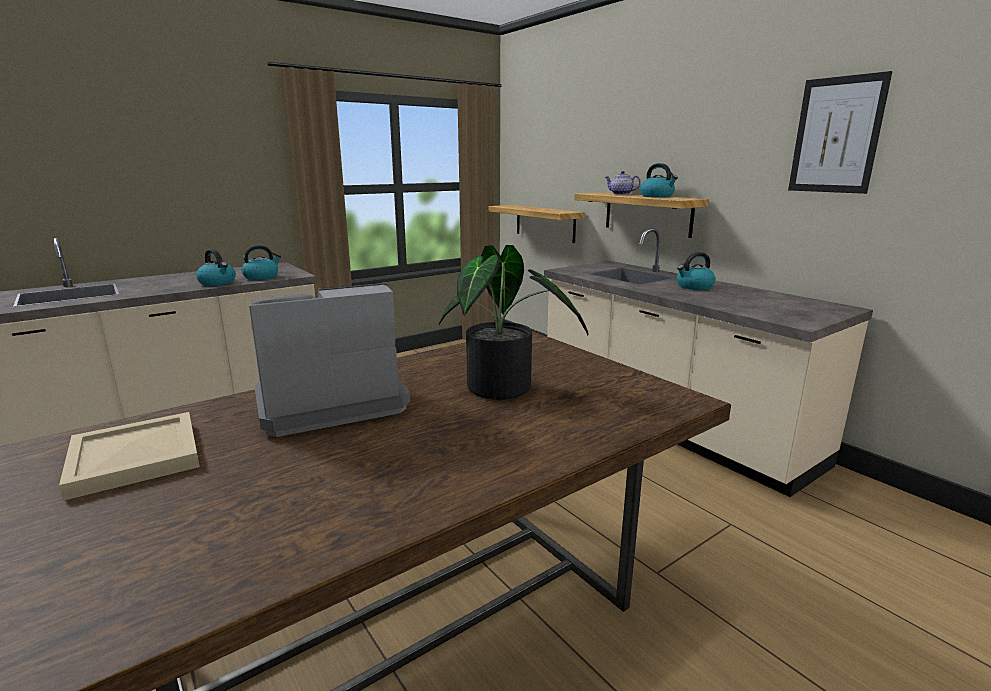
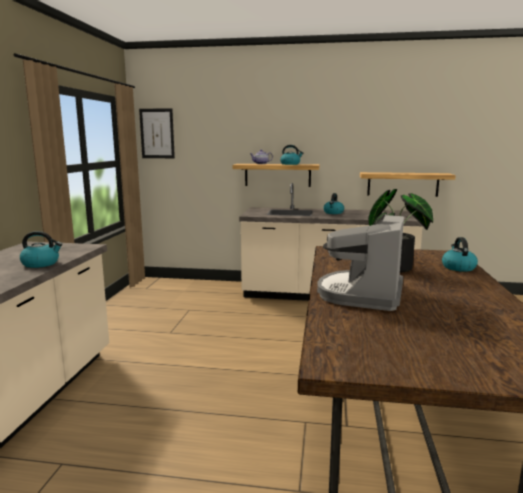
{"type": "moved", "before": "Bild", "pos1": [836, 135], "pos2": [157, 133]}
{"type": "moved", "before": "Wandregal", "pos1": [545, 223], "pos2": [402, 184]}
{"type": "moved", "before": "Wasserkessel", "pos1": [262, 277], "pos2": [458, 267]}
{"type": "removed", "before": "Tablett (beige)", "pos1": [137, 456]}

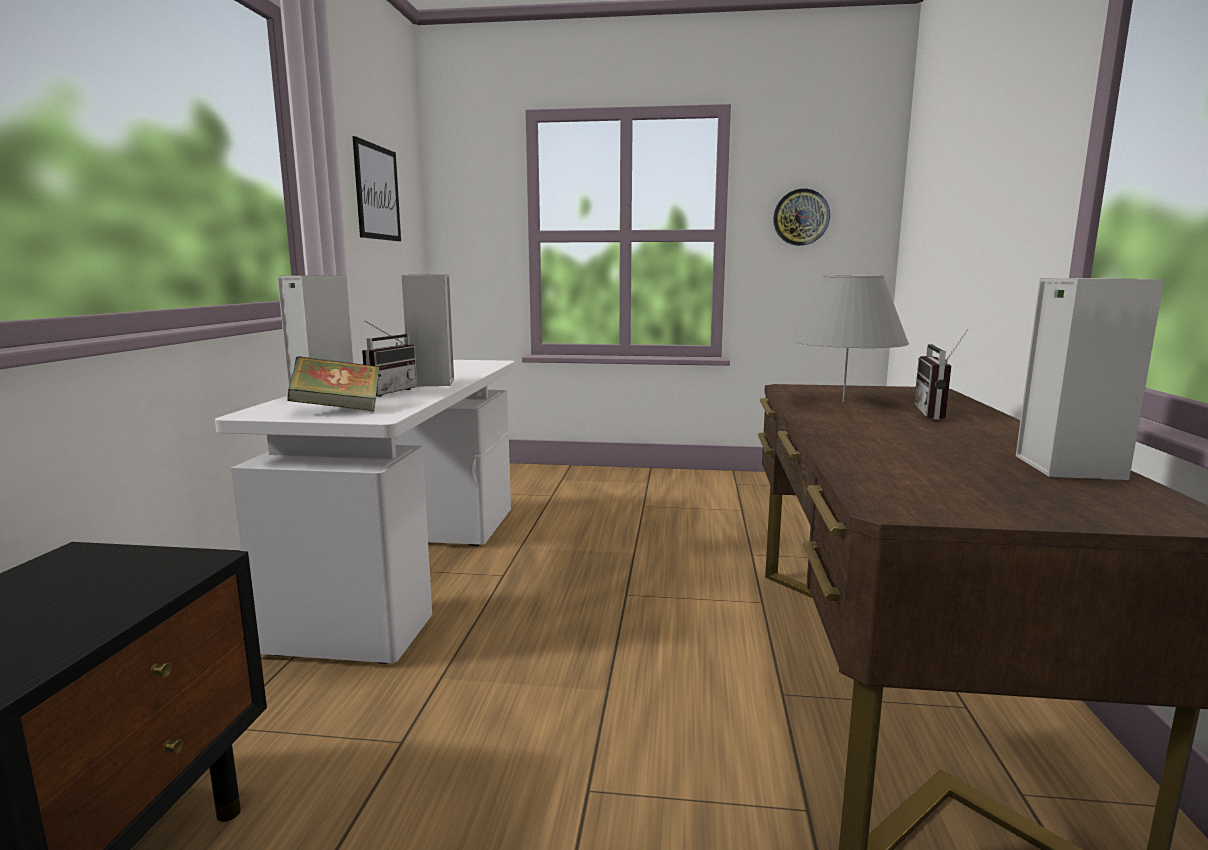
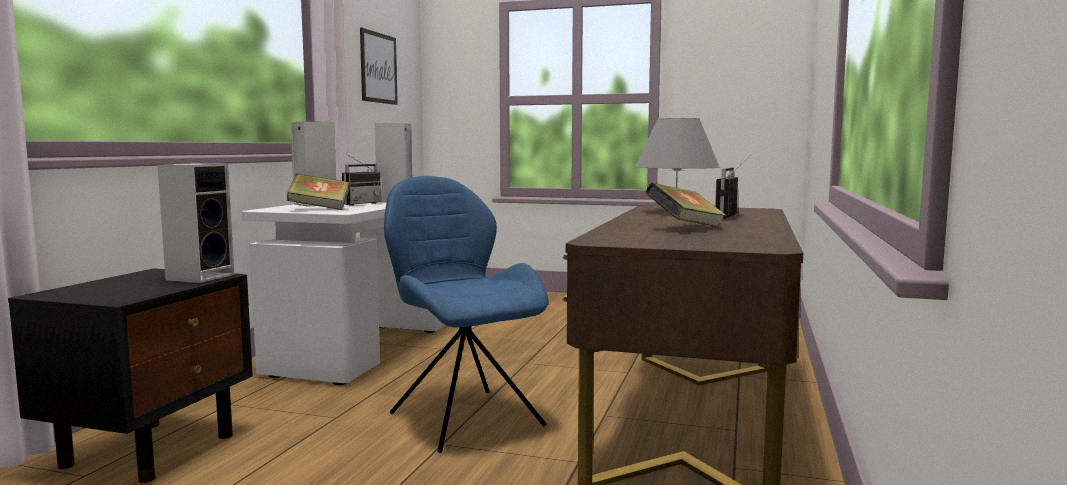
{"type": "moved", "before": "Lautsprecher", "pos1": [1064, 466], "pos2": [201, 277]}
{"type": "added", "after": "Stuhl (blau)", "pos2": [463, 417]}
{"type": "added", "after": "Buch", "pos2": [685, 228]}
{"type": "removed", "before": "Wanduhr", "pos1": [801, 217]}

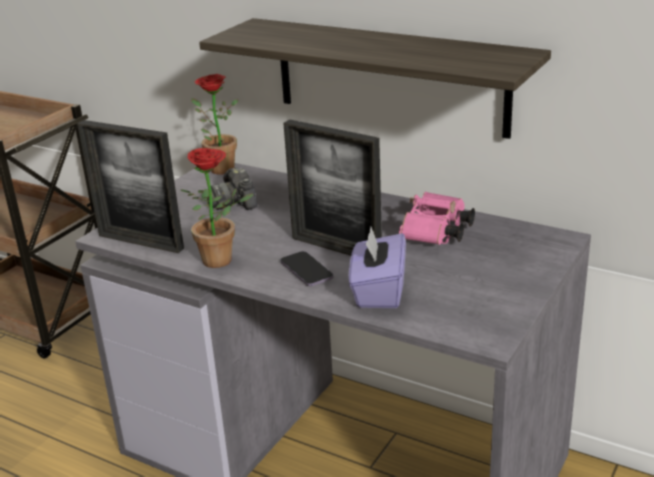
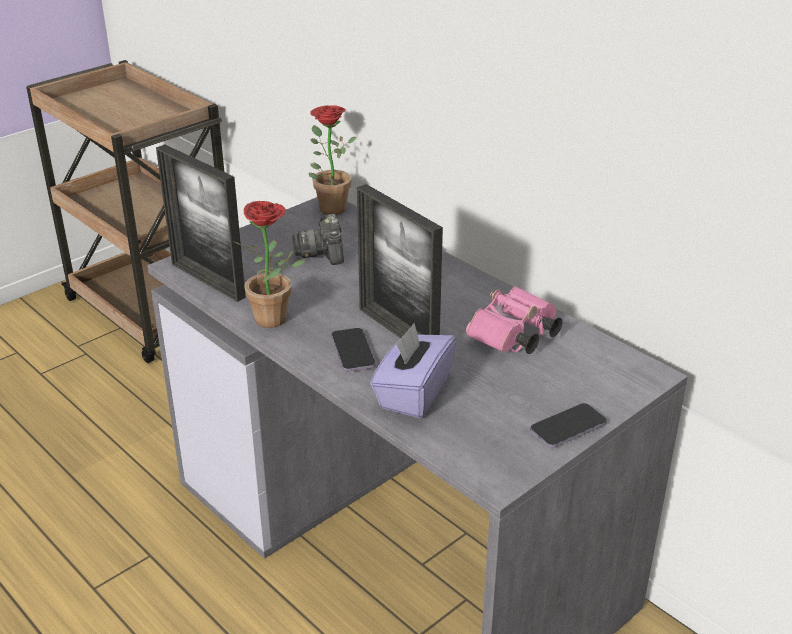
{"type": "added", "after": "Handy", "pos2": [568, 428]}
{"type": "removed", "before": "Wandregal", "pos1": [389, 76]}

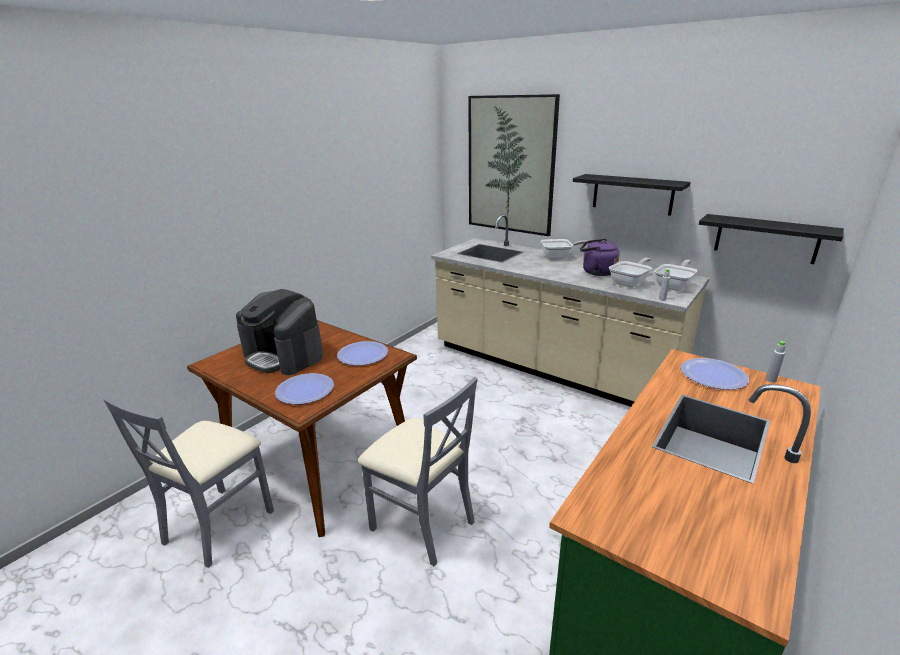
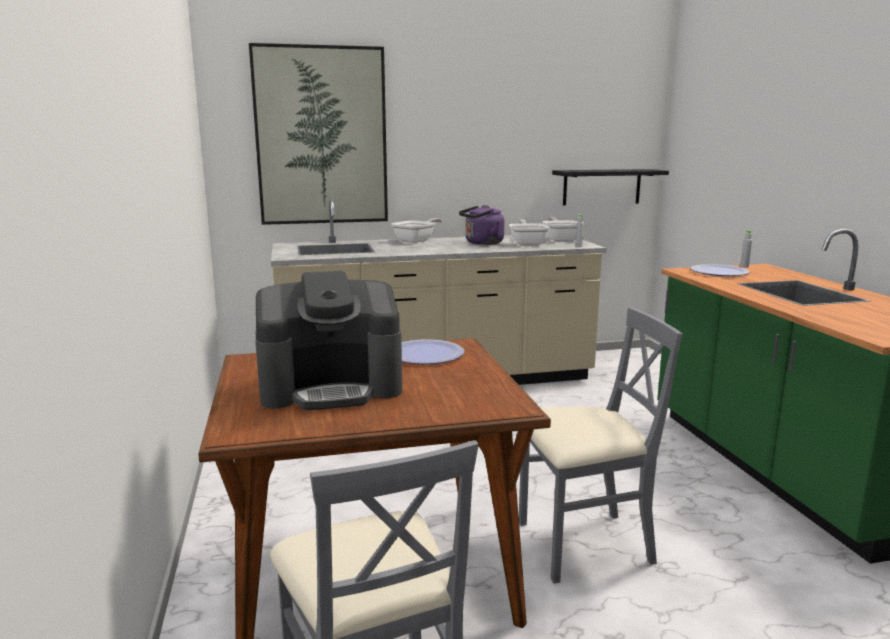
{"type": "removed", "before": "Teller", "pos1": [305, 390]}
{"type": "removed", "before": "Wandregal (schwarz)", "pos1": [632, 194]}

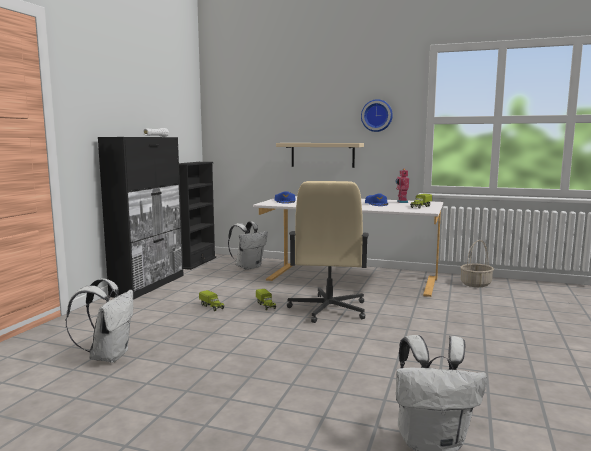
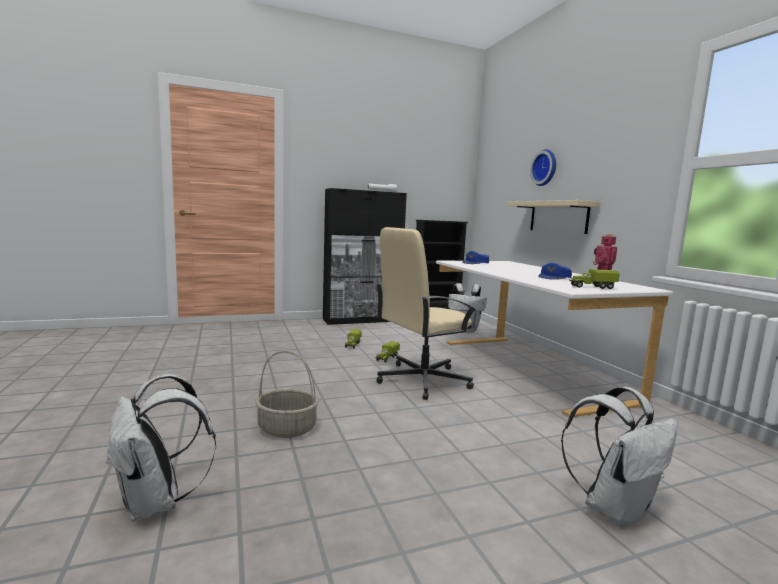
{"type": "moved", "before": "Korb", "pos1": [476, 284], "pos2": [286, 428]}
{"type": "moved", "before": "Wanduhr", "pos1": [377, 115], "pos2": [545, 168]}
{"type": "moved", "before": "Rucksack (weiß)", "pos1": [108, 356], "pos2": [614, 508]}

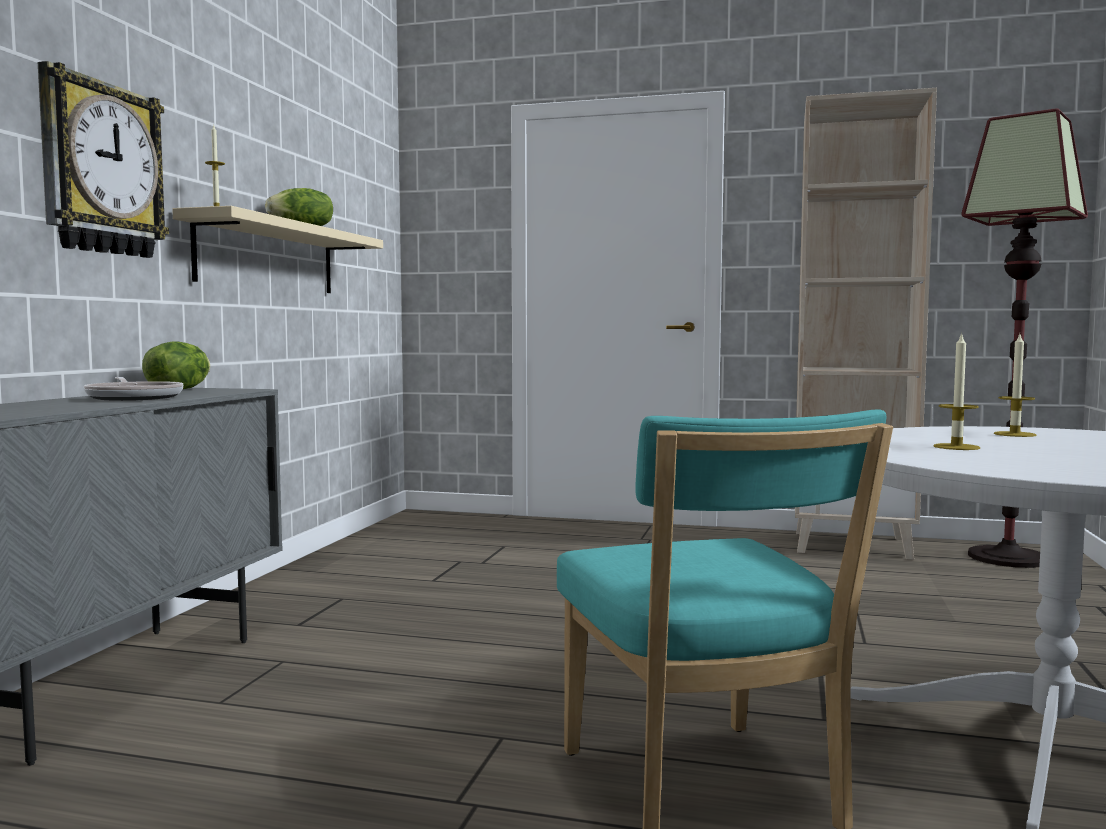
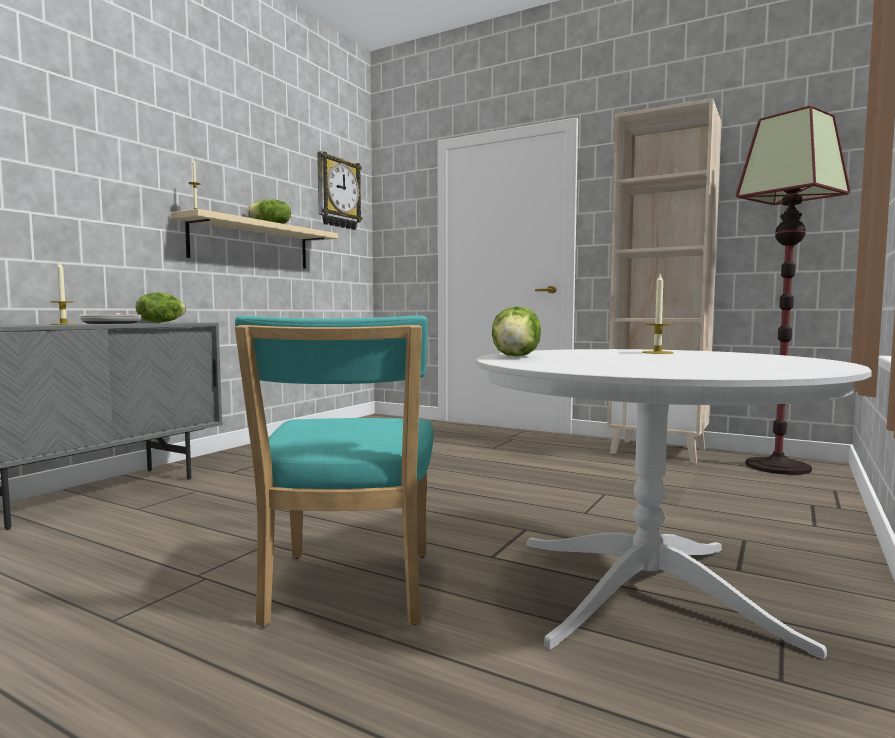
{"type": "moved", "before": "Kerze", "pos1": [956, 447], "pos2": [63, 324]}
{"type": "moved", "before": "Wanduhr", "pos1": [100, 169], "pos2": [337, 193]}
{"type": "added", "after": "Salatkopf", "pos2": [517, 356]}

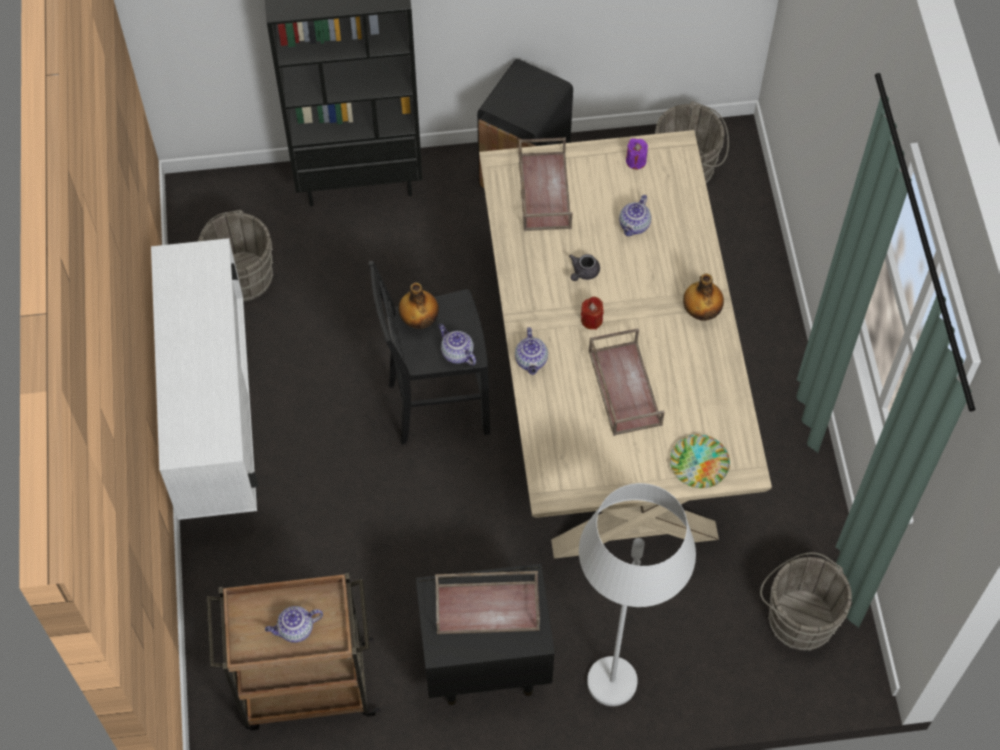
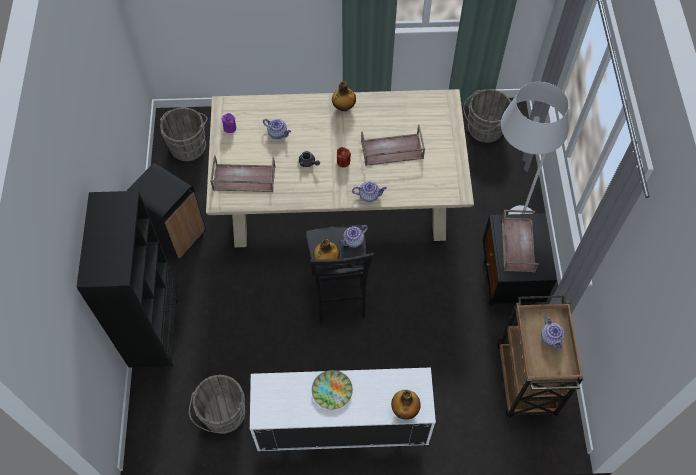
{"type": "moved", "before": "Teller", "pos1": [698, 463], "pos2": [332, 391]}
{"type": "added", "after": "Flasche", "pos2": [405, 409]}

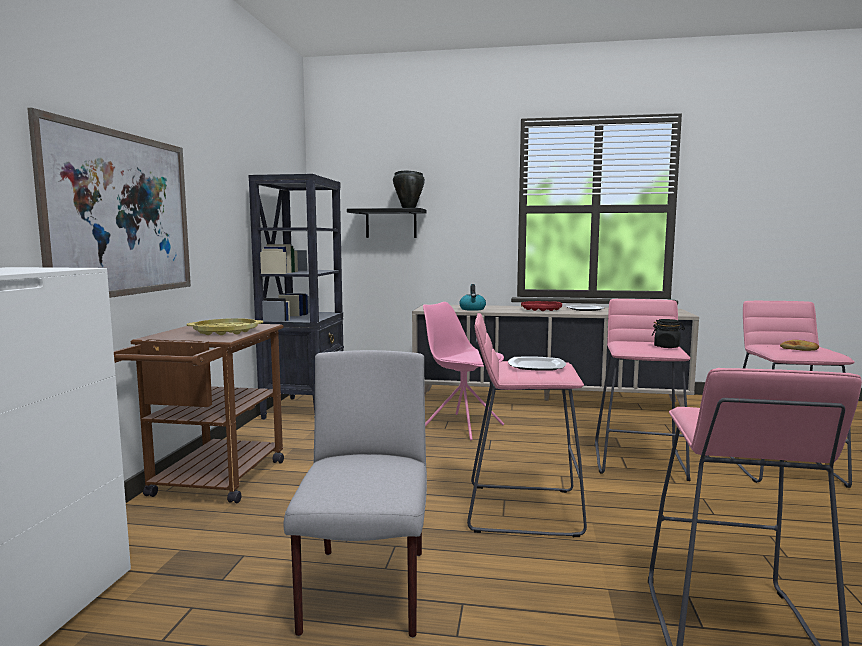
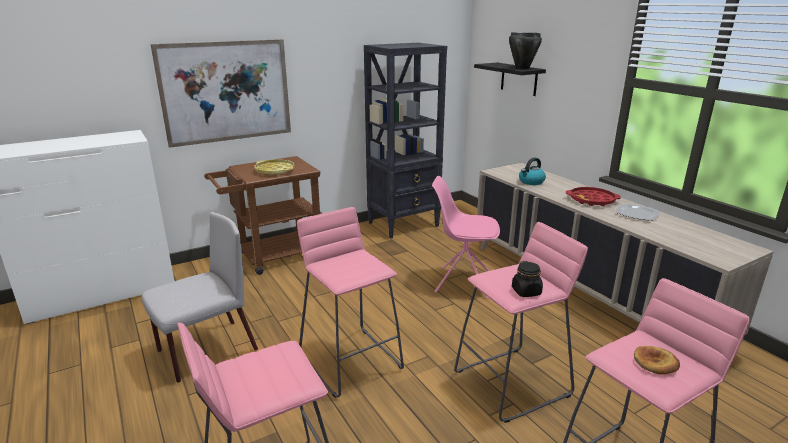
{"type": "turned", "before": "Stuhl (rosa)", "pos1": [462, 426], "pos2": [462, 282], "turn": -75}
{"type": "removed", "before": "Teller", "pos1": [536, 366]}

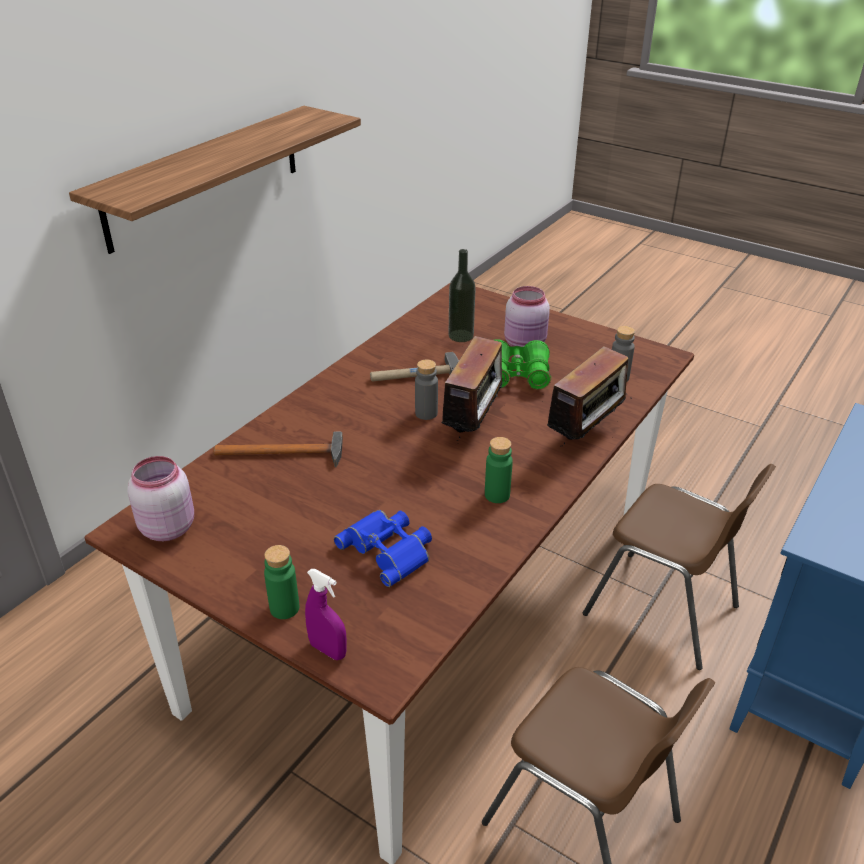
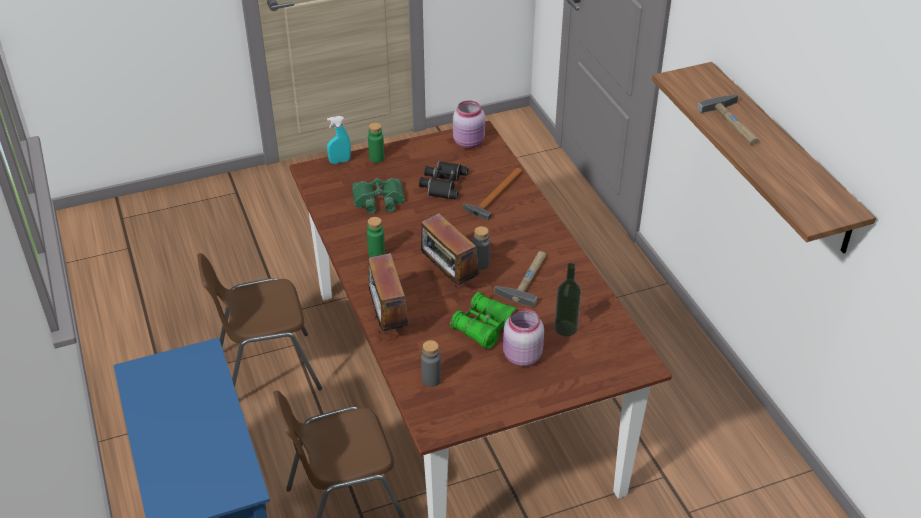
{"type": "recoloured", "before": "Sprühflasche (lila)", "after": "Sprühflasche (türkis)", "pos1": [328, 650], "pos2": [340, 161]}
{"type": "recoloured", "before": "Fernglas (blau)", "after": "Fernglas (grün)", "pos1": [389, 549], "pos2": [378, 200]}
{"type": "added", "after": "Fernglas (schwarz)", "pos2": [442, 183]}
{"type": "added", "after": "Hammer", "pos2": [734, 123]}

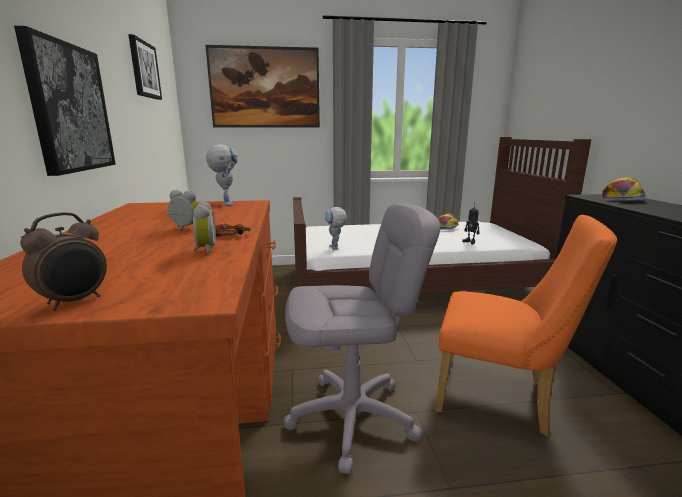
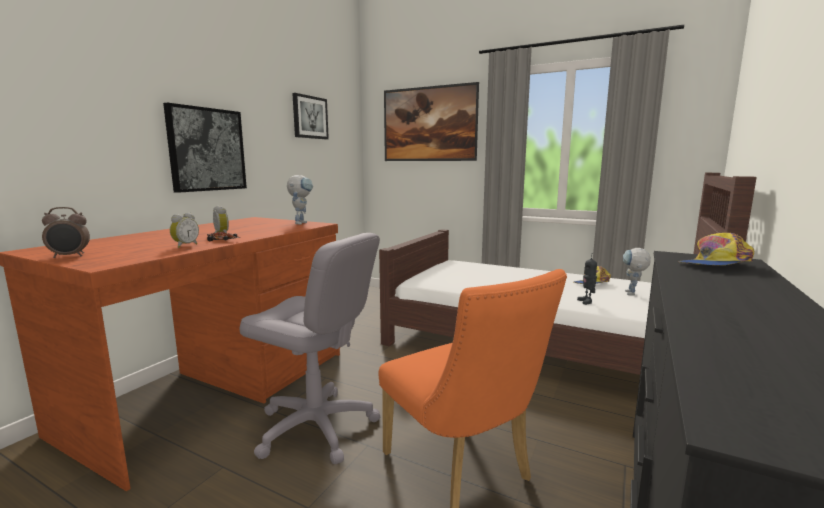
{"type": "moved", "before": "Spielzeugroboter", "pos1": [335, 248], "pos2": [632, 294]}

